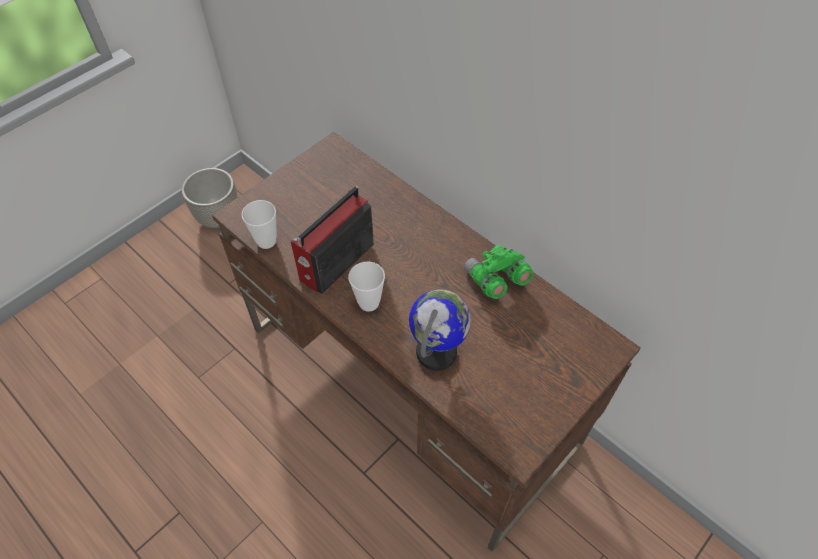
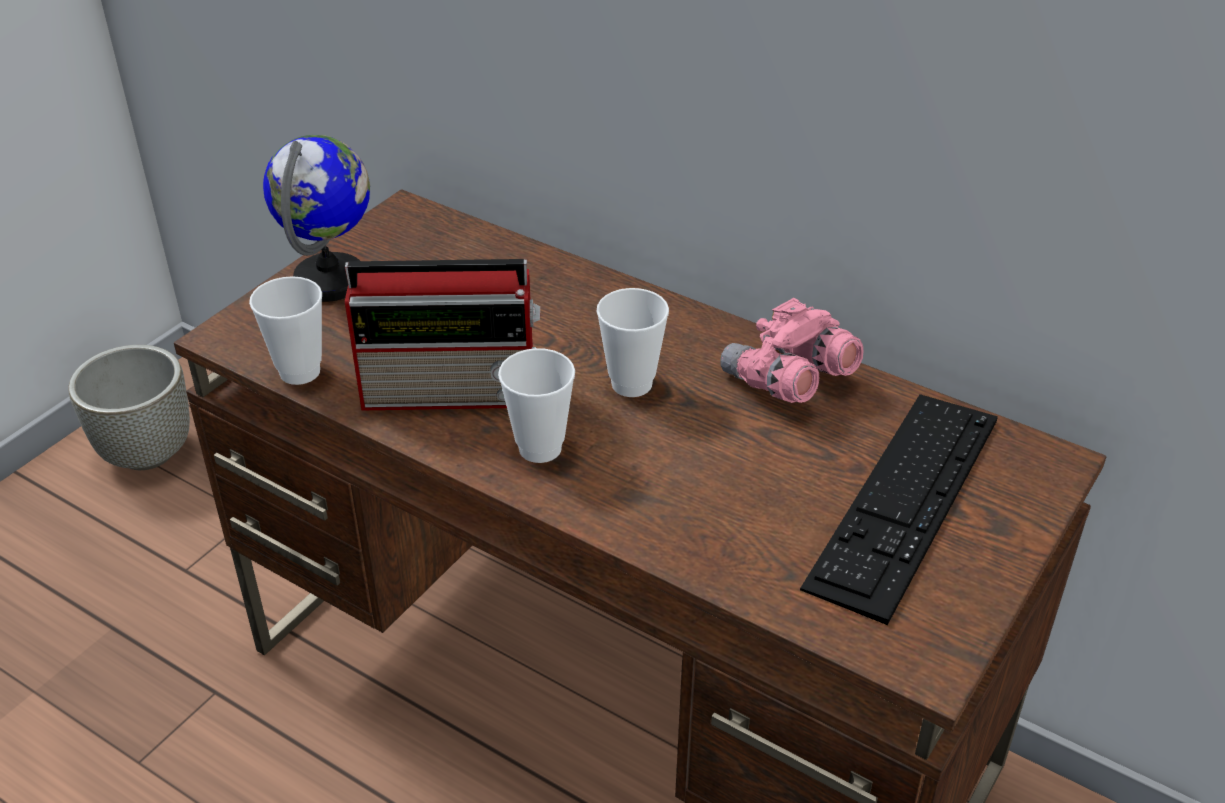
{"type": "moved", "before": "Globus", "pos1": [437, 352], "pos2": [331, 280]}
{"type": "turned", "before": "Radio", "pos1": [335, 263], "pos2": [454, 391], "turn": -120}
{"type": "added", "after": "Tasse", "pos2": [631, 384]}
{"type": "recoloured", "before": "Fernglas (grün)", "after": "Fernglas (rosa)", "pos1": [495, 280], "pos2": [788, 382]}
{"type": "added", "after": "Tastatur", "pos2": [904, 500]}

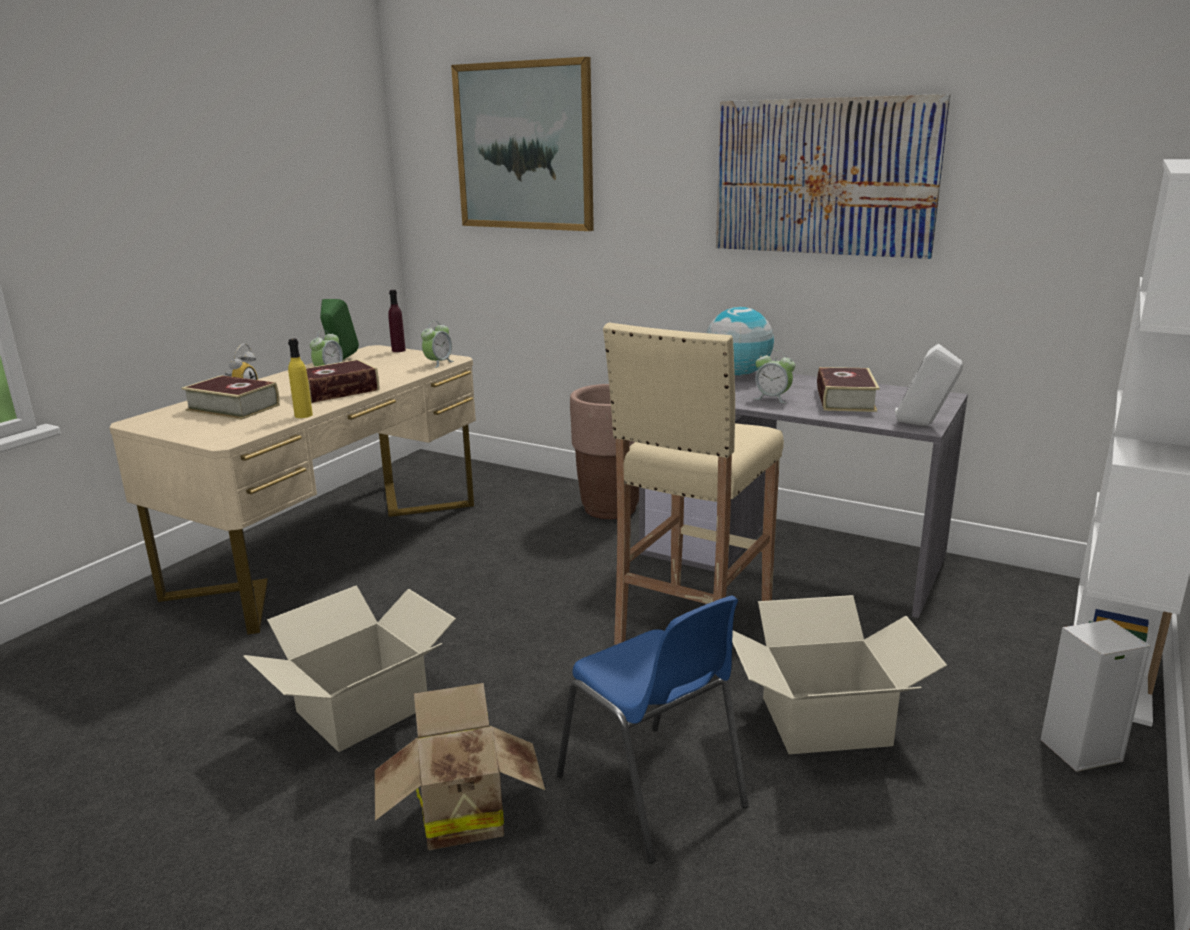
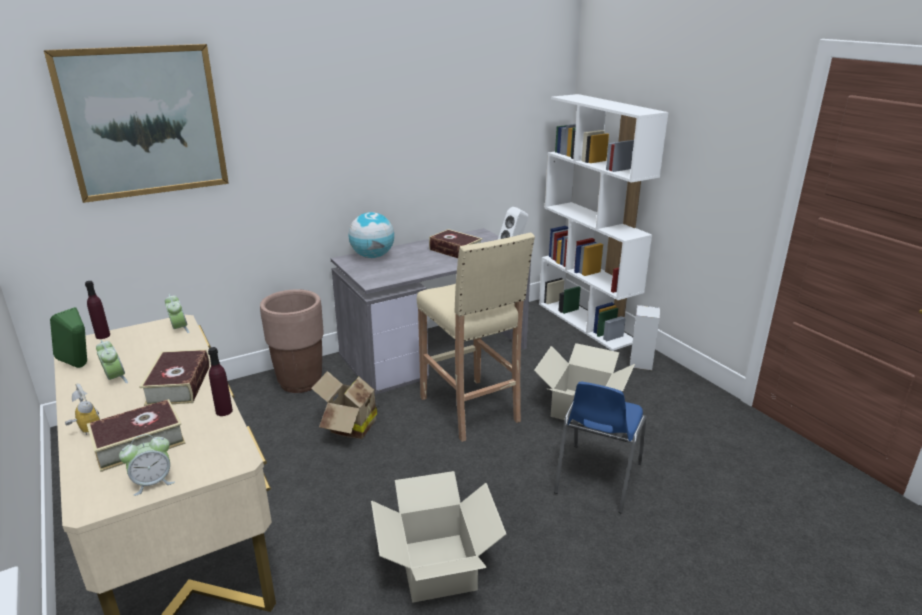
{"type": "moved", "before": "Wecker", "pos1": [772, 398], "pos2": [153, 483]}
{"type": "recoloured", "before": "Flasche (gelb)", "after": "Flasche (lila)", "pos1": [303, 415], "pos2": [224, 411]}
{"type": "moved", "before": "Karton", "pos1": [459, 814], "pos2": [349, 427]}
{"type": "turned", "before": "Stuhl (blau)", "pos1": [652, 792], "pos2": [597, 478], "turn": 120}
{"type": "removed", "before": "Bild", "pos1": [824, 177]}

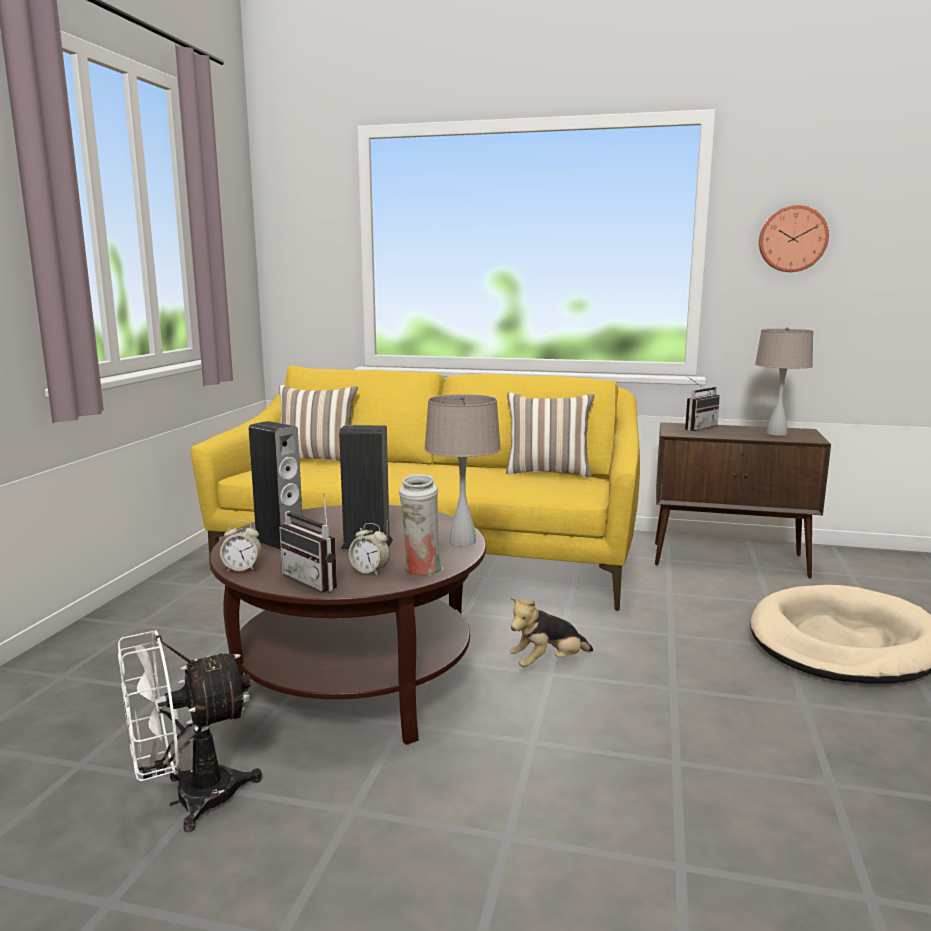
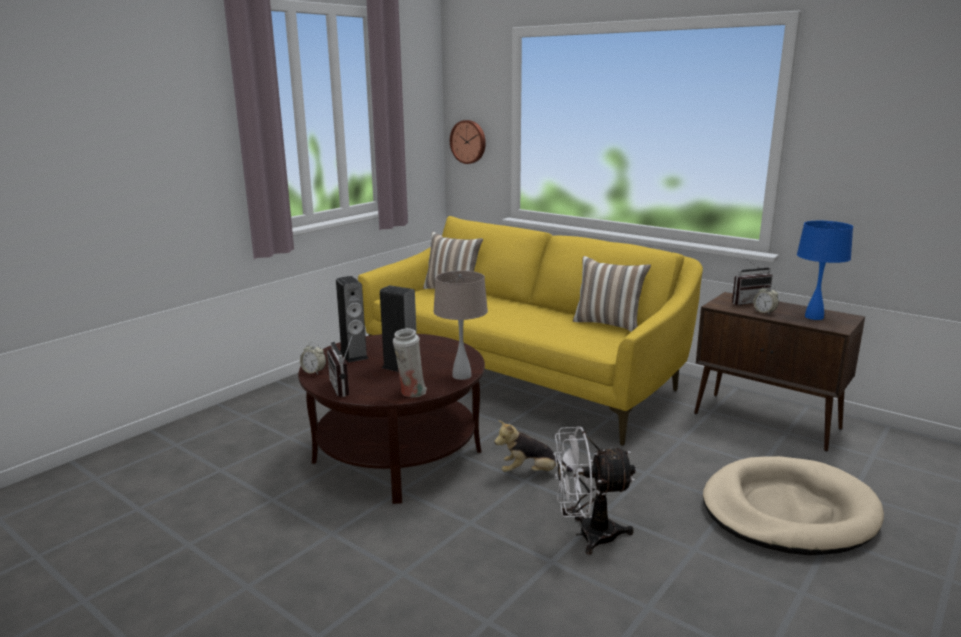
{"type": "moved", "before": "Wanduhr", "pos1": [792, 239], "pos2": [469, 141]}
{"type": "moved", "before": "Ventilator (weiß)", "pos1": [189, 800], "pos2": [587, 535]}
{"type": "moved", "before": "Wecker", "pos1": [370, 571], "pos2": [764, 312]}
{"type": "recoloured", "before": "Tischlampe (beige)", "after": "Tischlampe (blau)", "pos1": [776, 433], "pos2": [813, 317]}

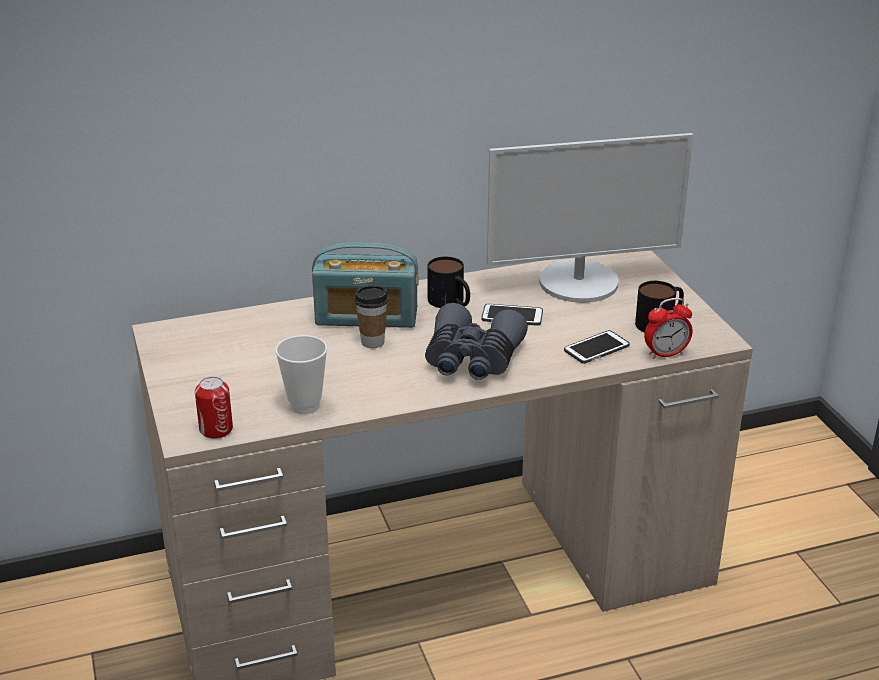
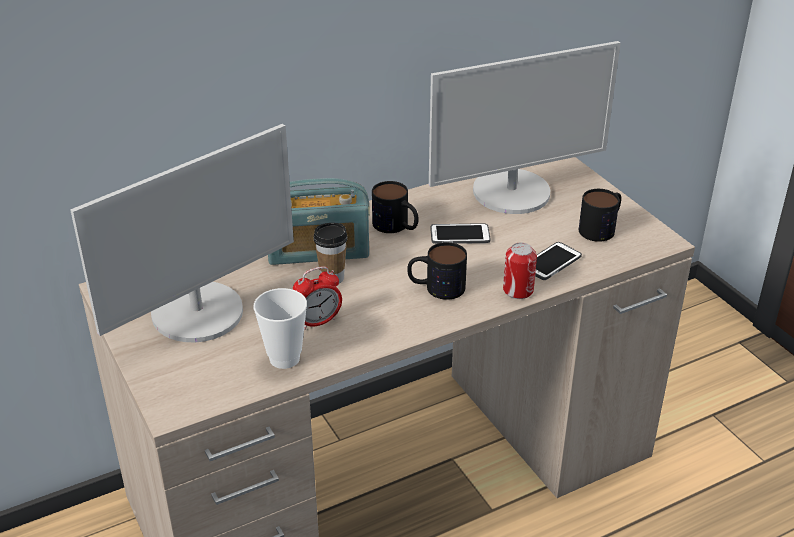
{"type": "added", "after": "Monitor", "pos2": [199, 313]}
{"type": "moved", "before": "Wecker", "pos1": [666, 354], "pos2": [318, 322]}
{"type": "replaced", "before": "Fernglas (grau)", "after": "Henkelbecher", "pos1": [472, 359], "pos2": [436, 287]}
{"type": "moved", "before": "Dose", "pos1": [216, 429], "pos2": [518, 290]}

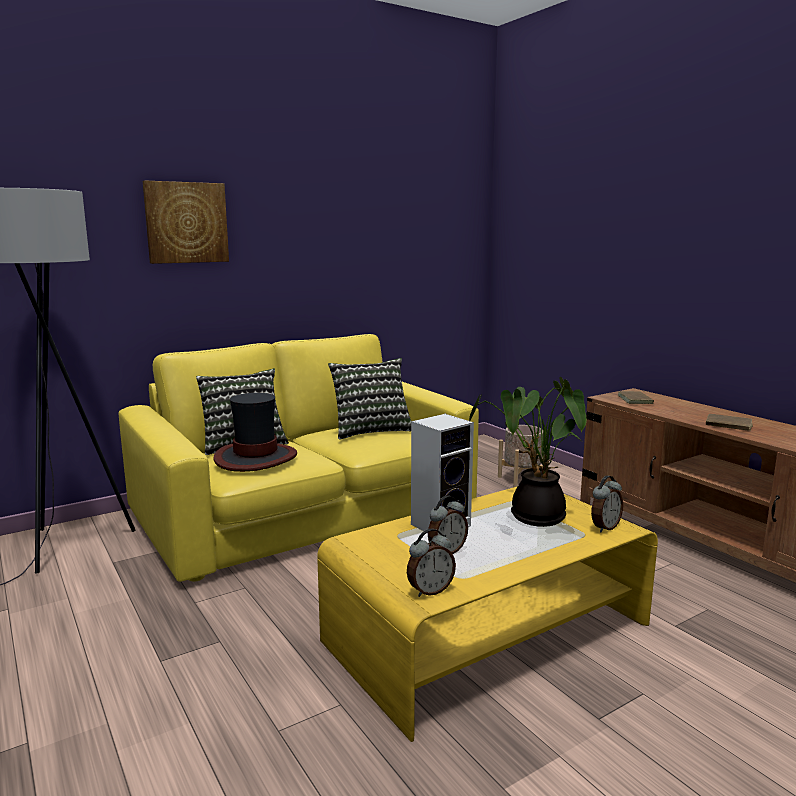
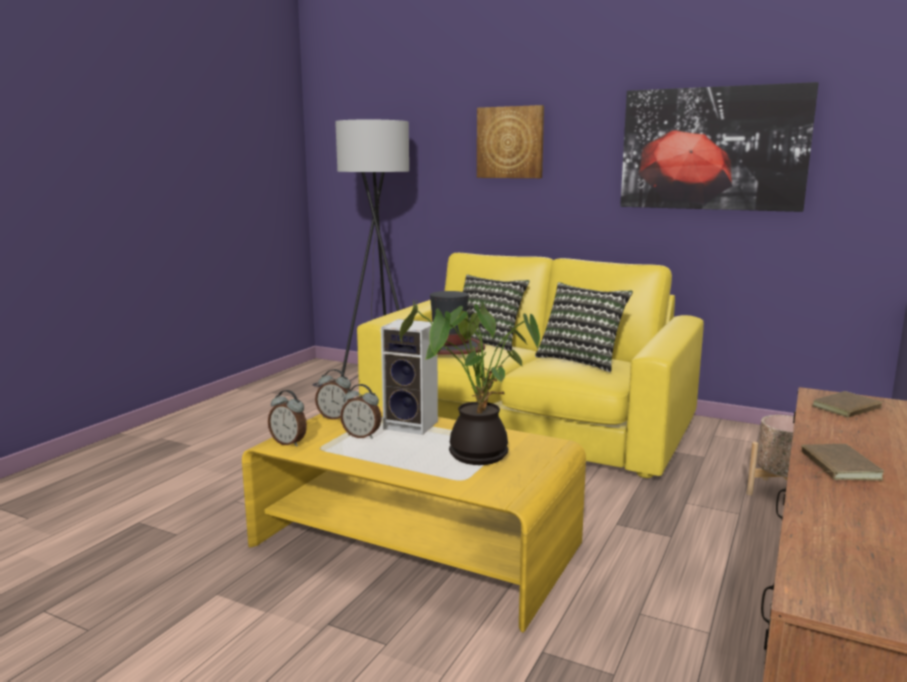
{"type": "moved", "before": "Wecker", "pos1": [604, 527], "pos2": [335, 417]}
{"type": "added", "after": "Bild", "pos2": [712, 149]}

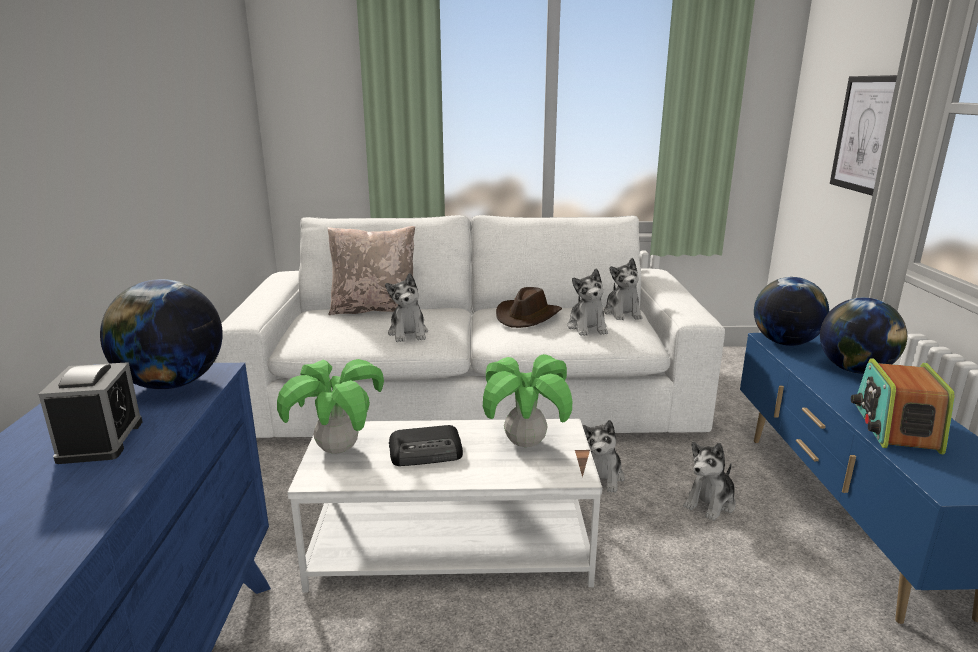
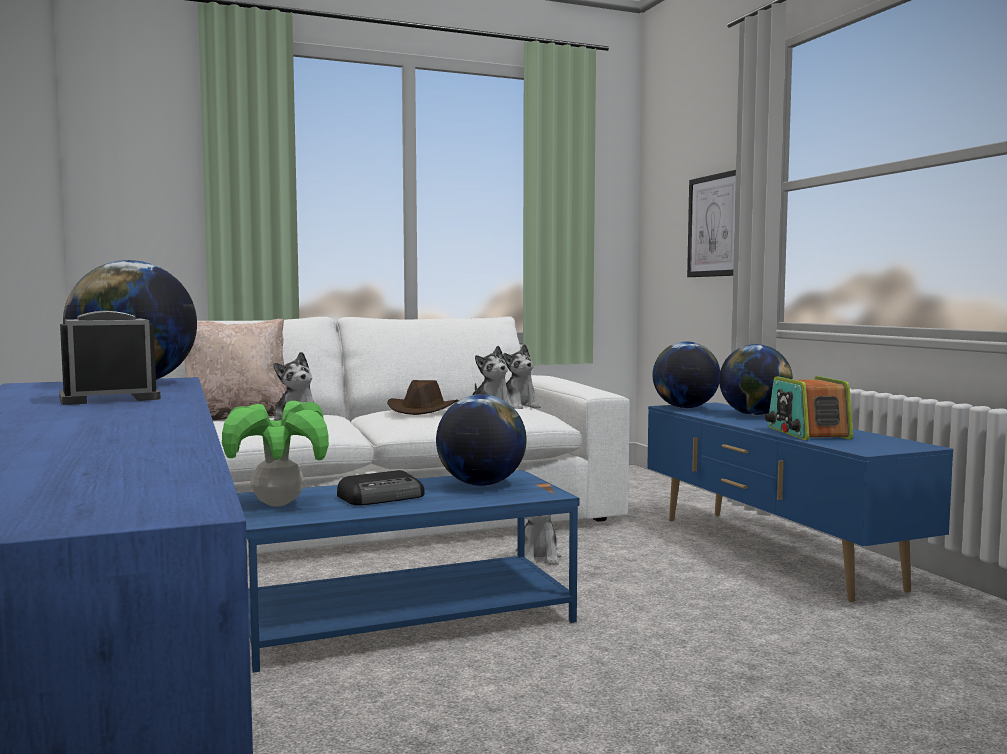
{"type": "turned", "before": "Wecker", "pos1": [101, 440], "pos2": [110, 398], "turn": -90}
{"type": "recoloured", "before": "Couchtisch (weiß)", "after": "Couchtisch (blau)", "pos1": [452, 544], "pos2": [407, 618]}
{"type": "replaced", "before": "Topfpflanze", "after": "Globus", "pos1": [525, 443], "pos2": [481, 484]}
{"type": "removed", "before": "Plüschtier", "pos1": [710, 503]}

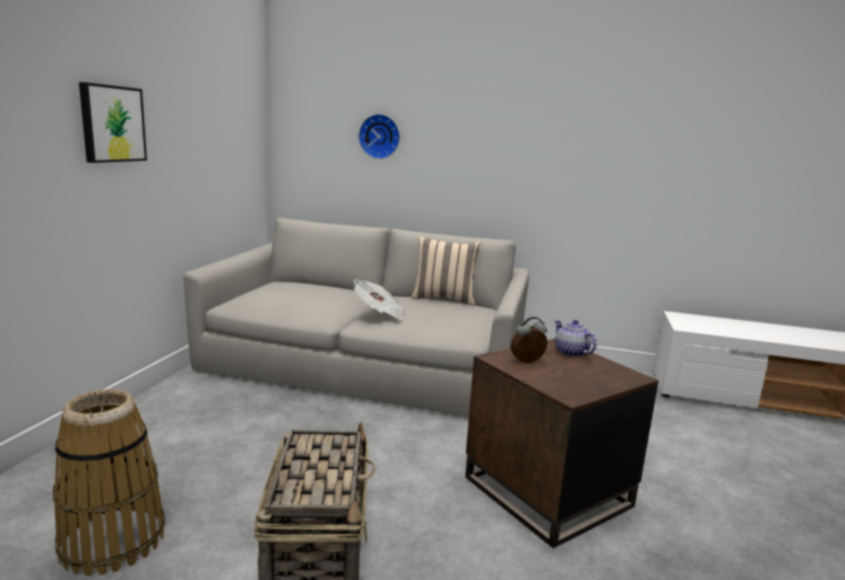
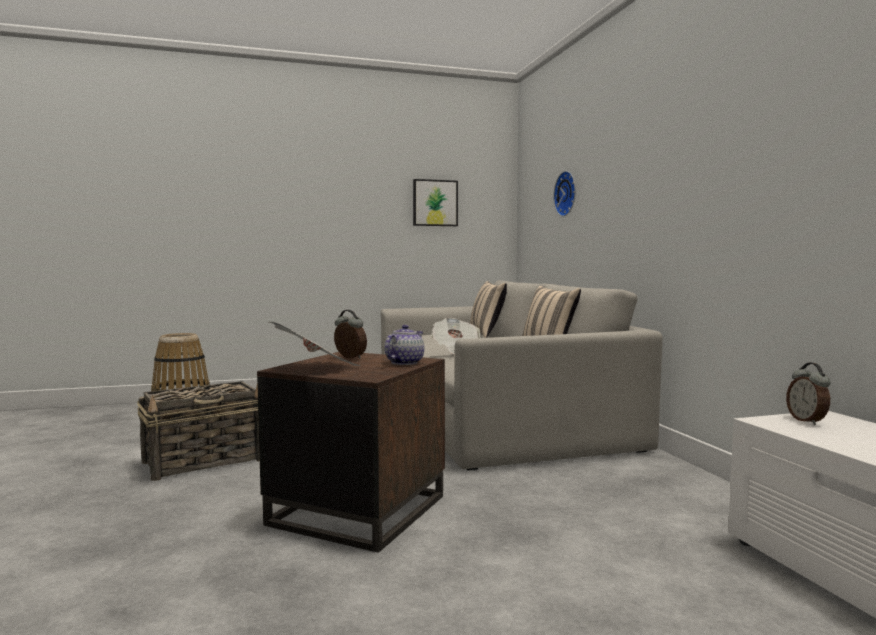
{"type": "added", "after": "Zeitung", "pos2": [316, 368]}
{"type": "moved", "before": "Bild", "pos1": [112, 124], "pos2": [435, 203]}
{"type": "added", "after": "Kissen (beige)", "pos2": [487, 334]}
{"type": "added", "after": "Wecker", "pos2": [807, 421]}

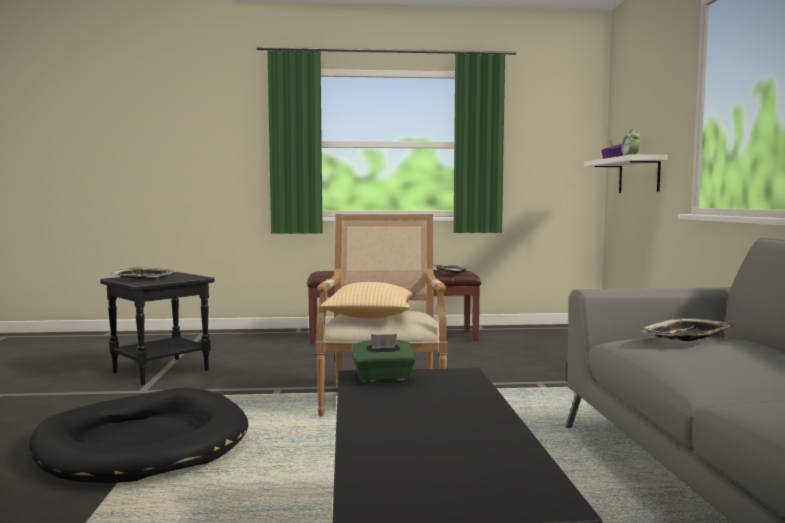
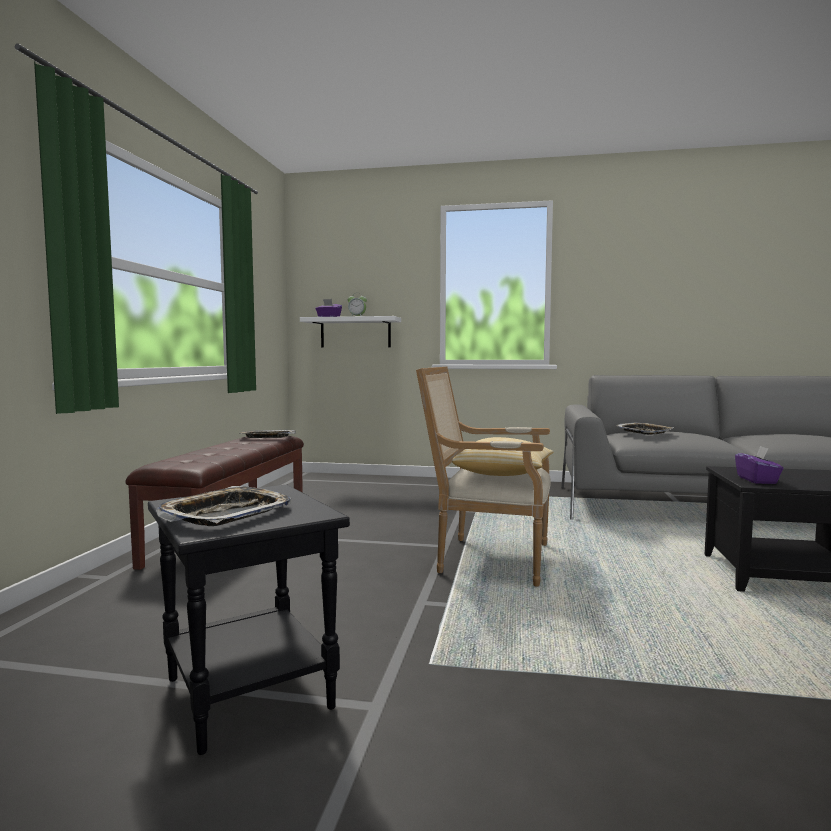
{"type": "recoloured", "before": "Taschentuchbox (grün)", "after": "Taschentuchbox (lila)", "pos1": [383, 378], "pos2": [757, 480]}
{"type": "removed", "before": "Hundebett (schwarz)", "pos1": [142, 443]}

